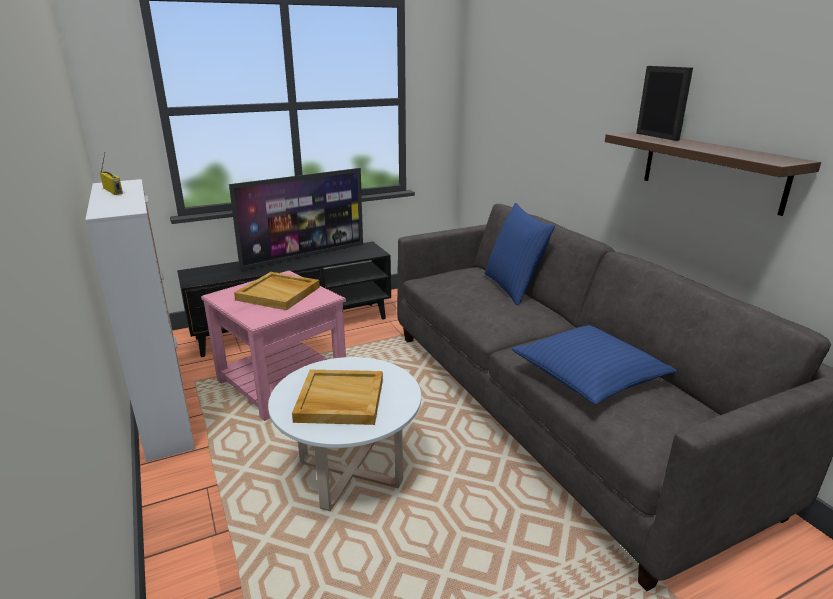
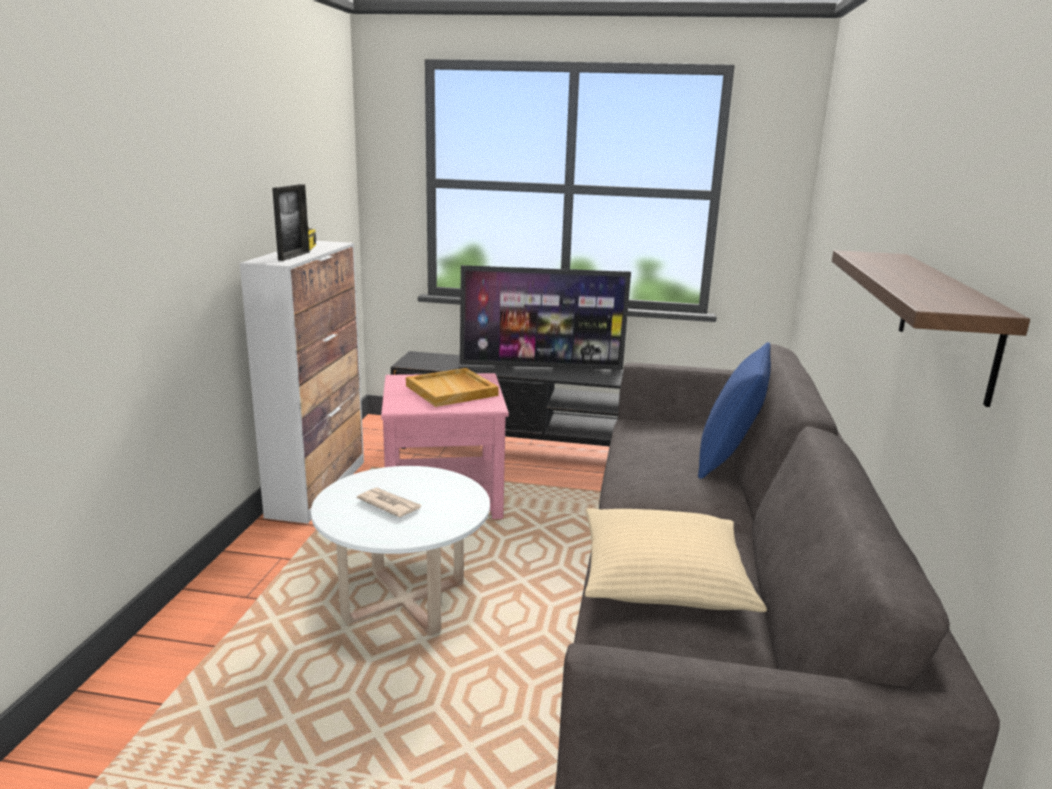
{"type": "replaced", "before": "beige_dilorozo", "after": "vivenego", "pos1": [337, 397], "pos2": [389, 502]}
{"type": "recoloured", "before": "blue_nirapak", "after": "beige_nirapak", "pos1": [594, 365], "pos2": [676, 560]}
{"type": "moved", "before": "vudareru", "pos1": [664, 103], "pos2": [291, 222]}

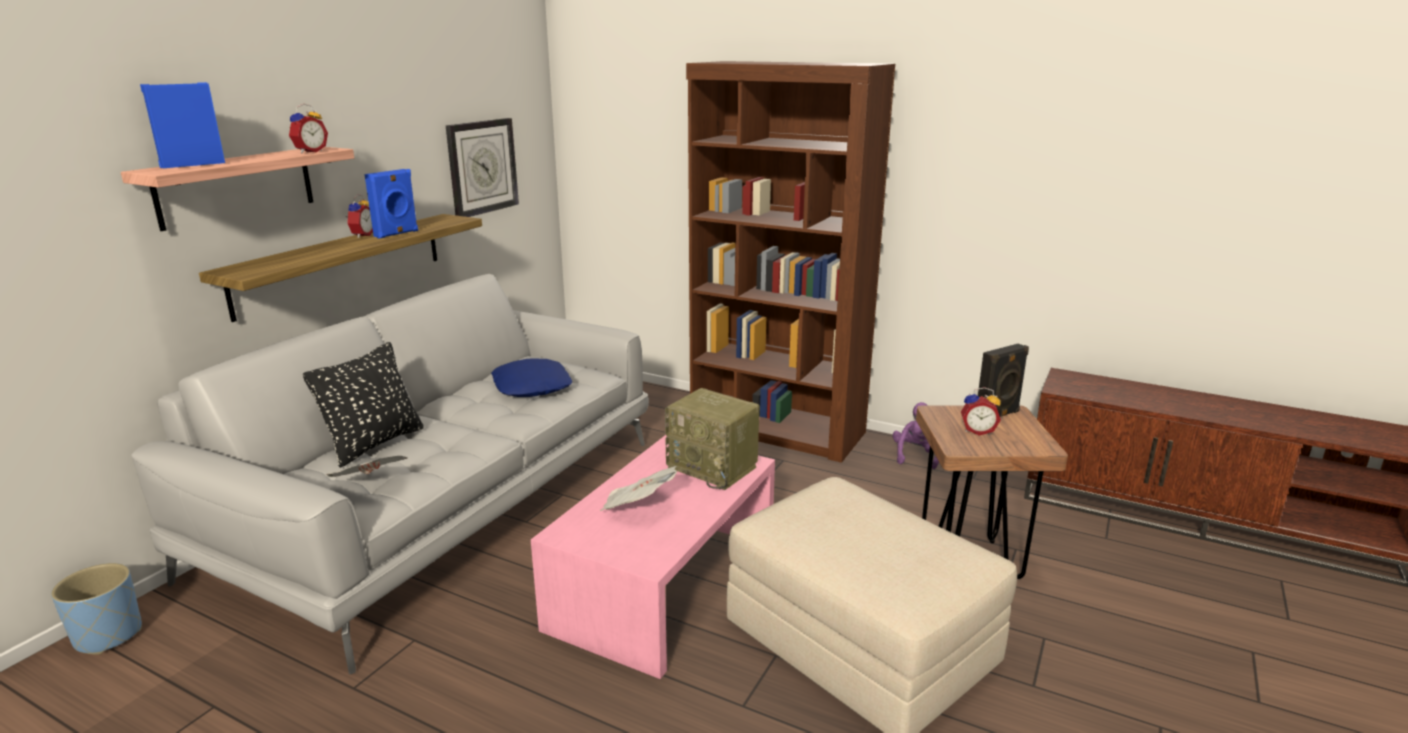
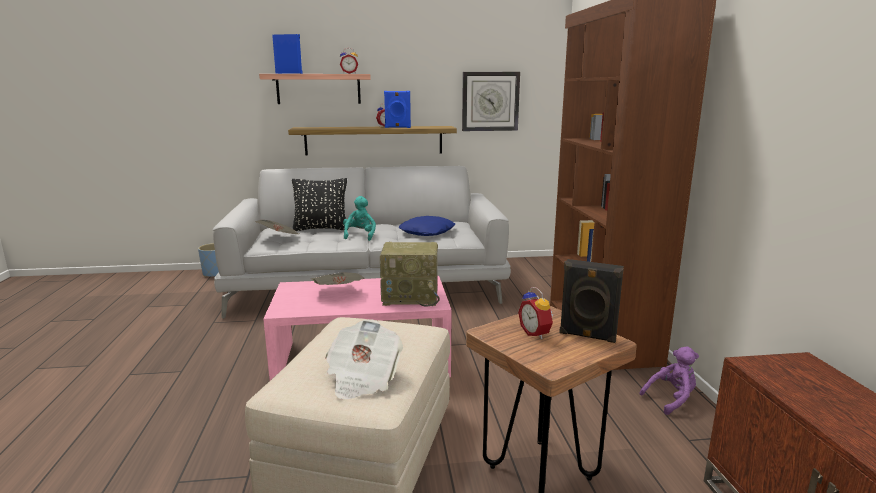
{"type": "turned", "before": "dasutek", "pos1": [712, 439], "pos2": [410, 274], "turn": -90}
{"type": "added", "after": "vivenego", "pos2": [364, 359]}
{"type": "added", "after": "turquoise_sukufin", "pos2": [359, 218]}

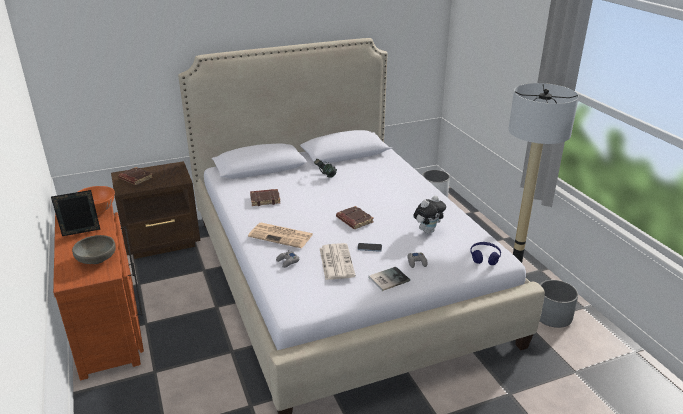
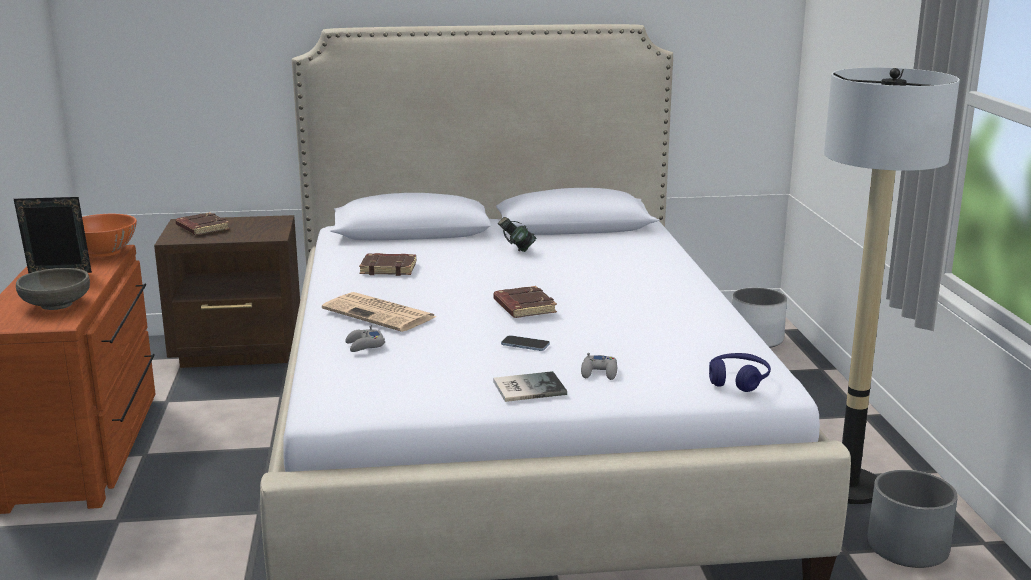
{"type": "removed", "before": "vivenego", "pos1": [337, 261]}
{"type": "removed", "before": "sukufin", "pos1": [429, 215]}

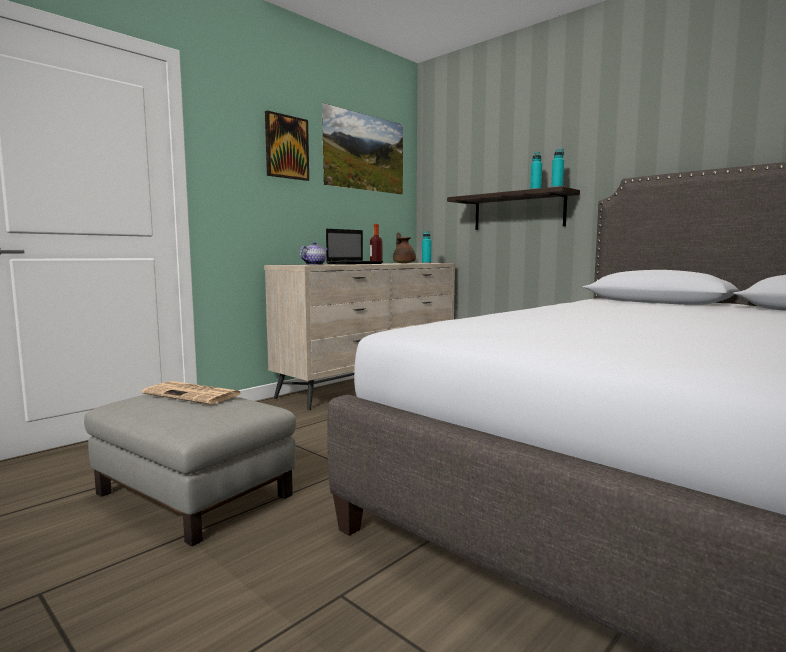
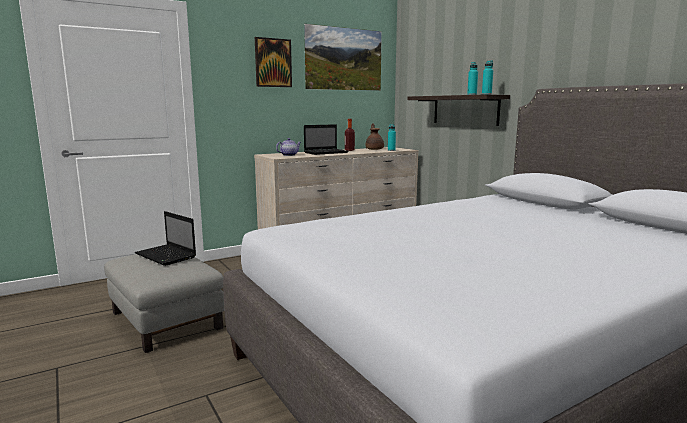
{"type": "replaced", "before": "vivenego", "after": "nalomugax", "pos1": [191, 392], "pos2": [165, 238]}

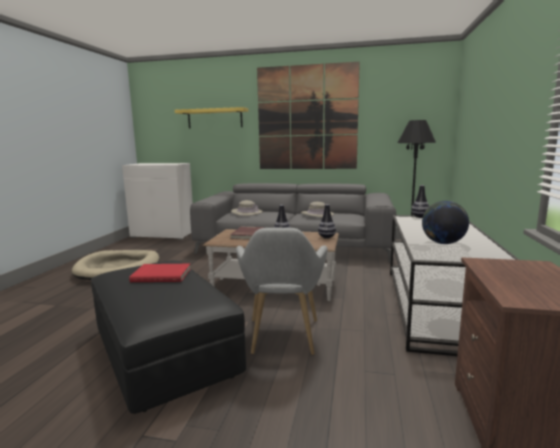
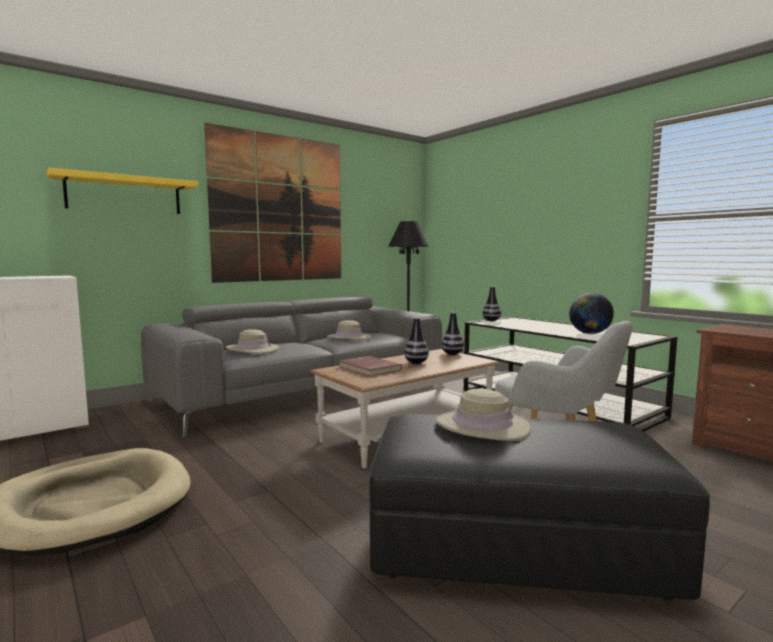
{"type": "replaced", "before": "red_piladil", "after": "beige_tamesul", "pos1": [159, 273], "pos2": [483, 415]}

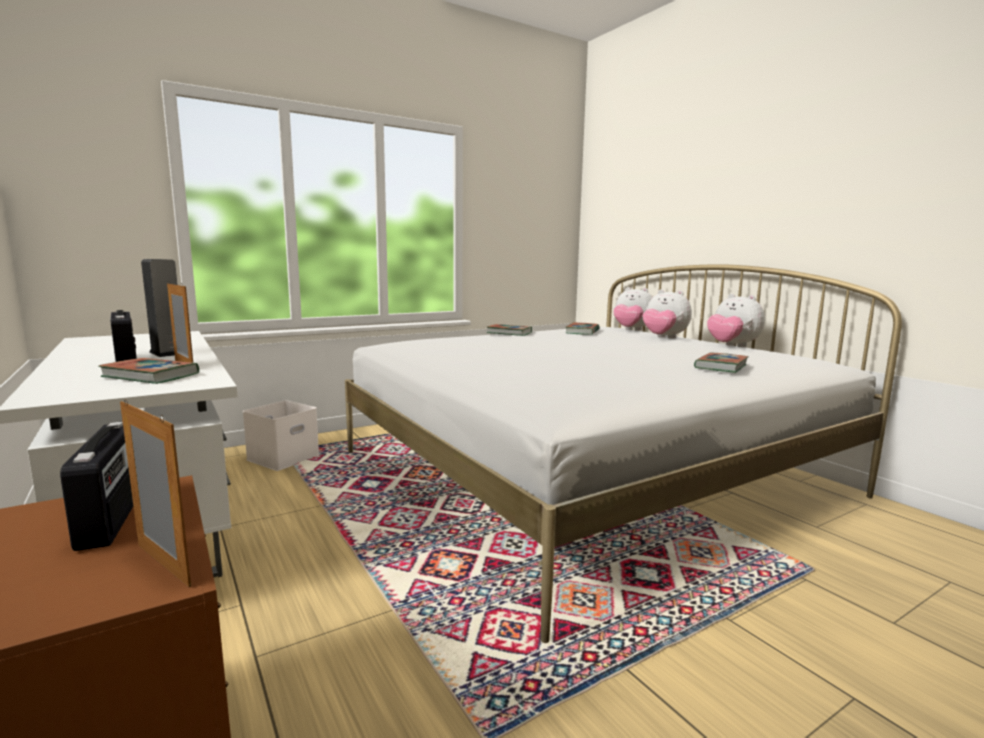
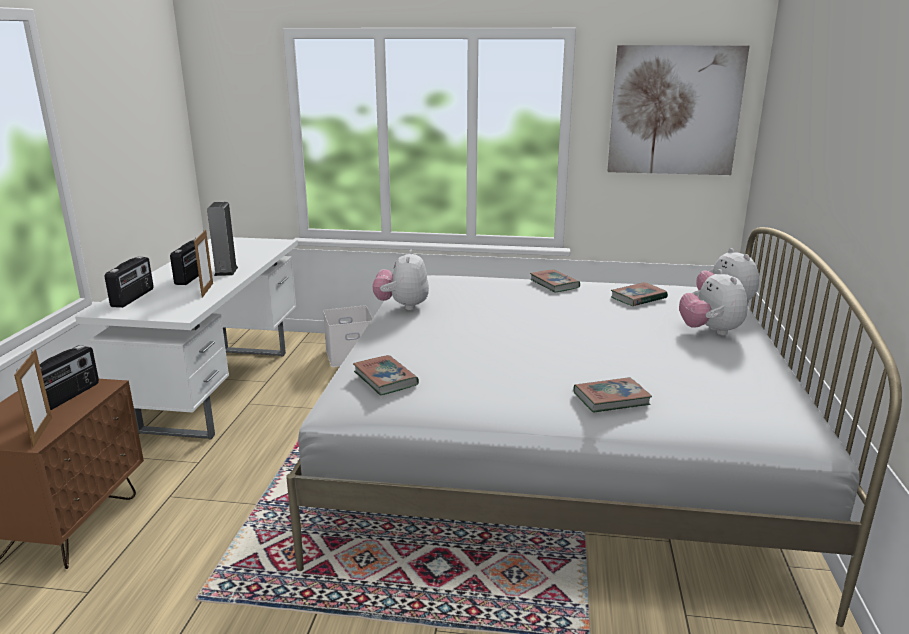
{"type": "moved", "before": "piladil", "pos1": [148, 371], "pos2": [386, 375]}
{"type": "moved", "before": "sukufin", "pos1": [736, 320], "pos2": [401, 280]}
{"type": "added", "after": "dasutek", "pos2": [129, 282]}
{"type": "added", "after": "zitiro", "pos2": [679, 110]}

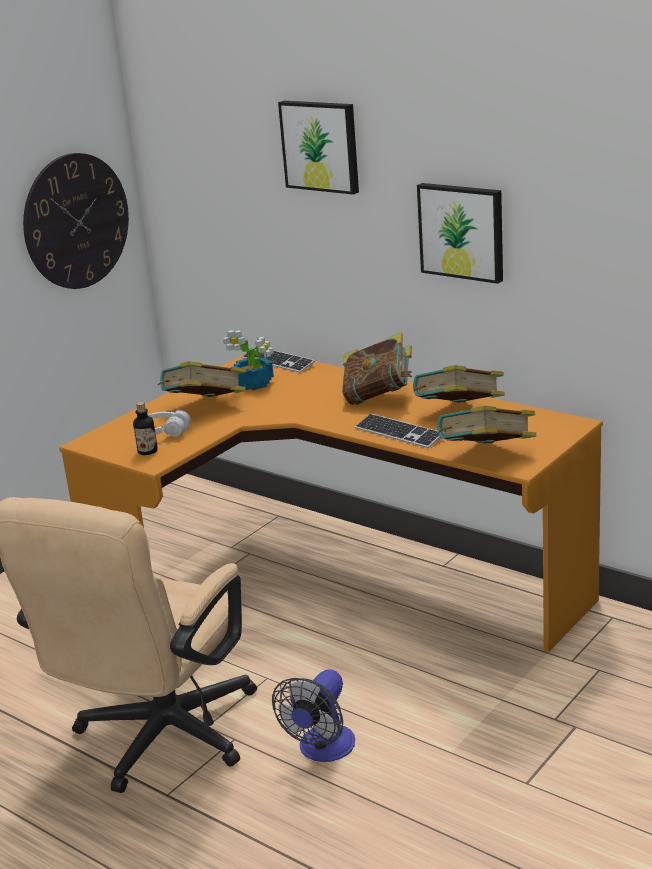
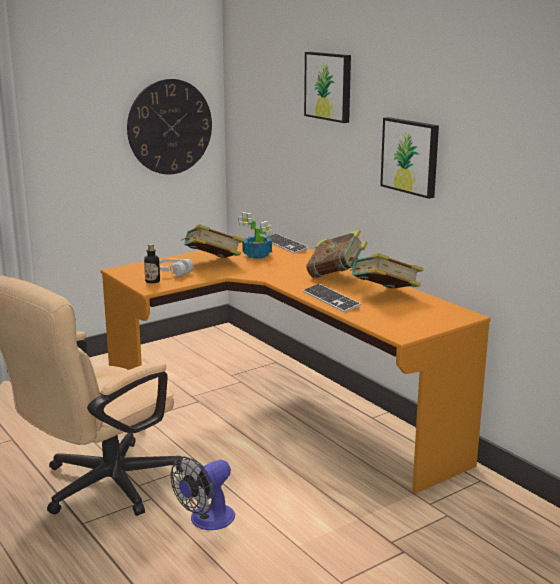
{"type": "removed", "before": "piladil", "pos1": [486, 424]}

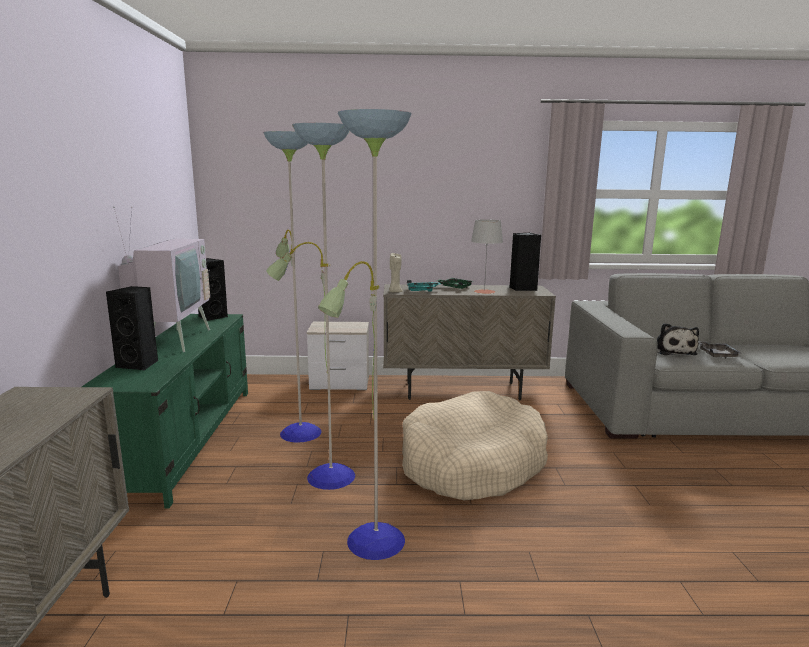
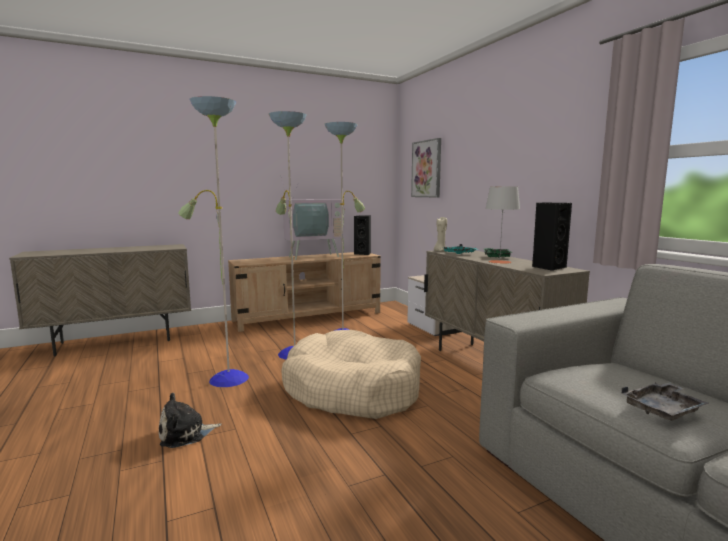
{"type": "recoloured", "before": "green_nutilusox", "after": "beige_nutilusox", "pos1": [165, 411], "pos2": [304, 292]}
{"type": "removed", "before": "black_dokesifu", "pos1": [132, 328]}
{"type": "moved", "before": "sukufin", "pos1": [677, 339], "pos2": [190, 420]}
{"type": "added", "after": "zitiro", "pos2": [426, 167]}

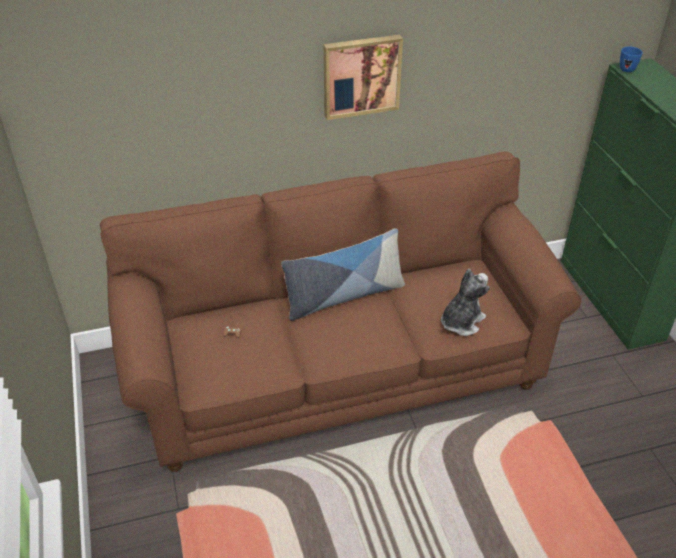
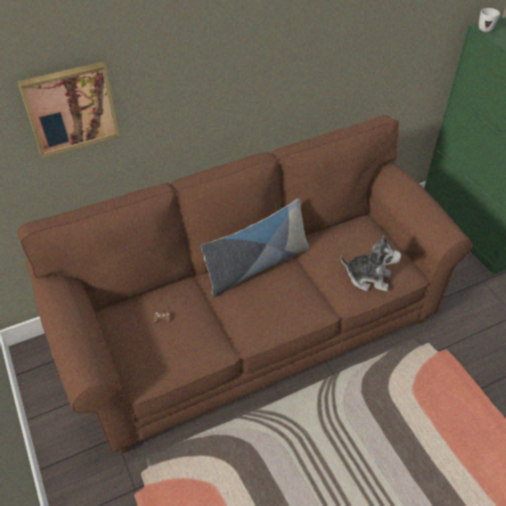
{"type": "moved", "before": "zitiro", "pos1": [363, 77], "pos2": [68, 110]}
{"type": "turned", "before": "sukufin", "pos1": [465, 302], "pos2": [371, 263], "turn": 75}
{"type": "recoloured", "before": "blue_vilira", "after": "white_vilira", "pos1": [631, 59], "pos2": [489, 20]}

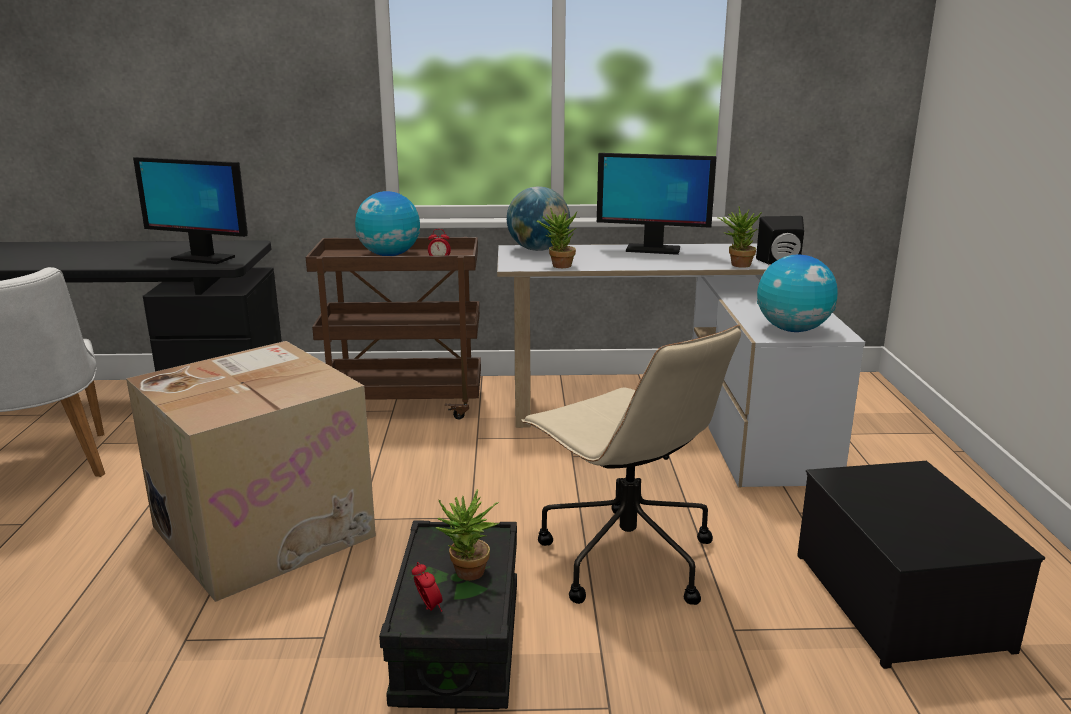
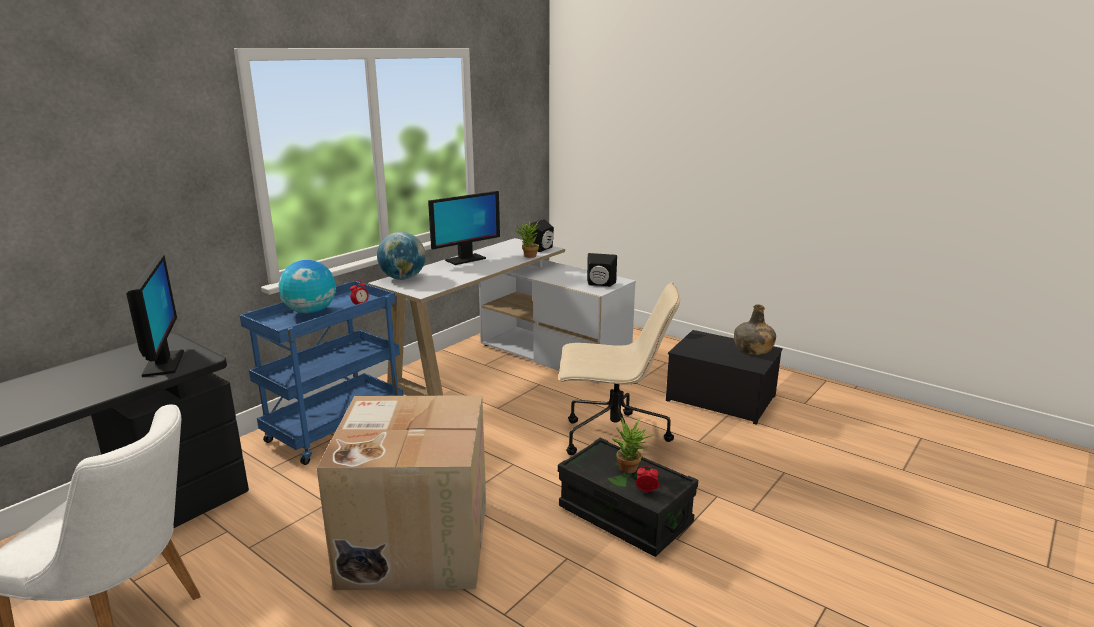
{"type": "turned", "before": "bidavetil", "pos1": [190, 210], "pos2": [155, 316], "turn": -75}
{"type": "recoloured", "before": "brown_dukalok", "after": "blue_dukalok", "pos1": [393, 328], "pos2": [321, 373]}
{"type": "removed", "before": "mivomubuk", "pos1": [557, 237]}
{"type": "replaced", "before": "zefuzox", "after": "black_dokesifu", "pos1": [797, 293], "pos2": [602, 270]}
{"type": "added", "after": "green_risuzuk", "pos2": [755, 329]}

